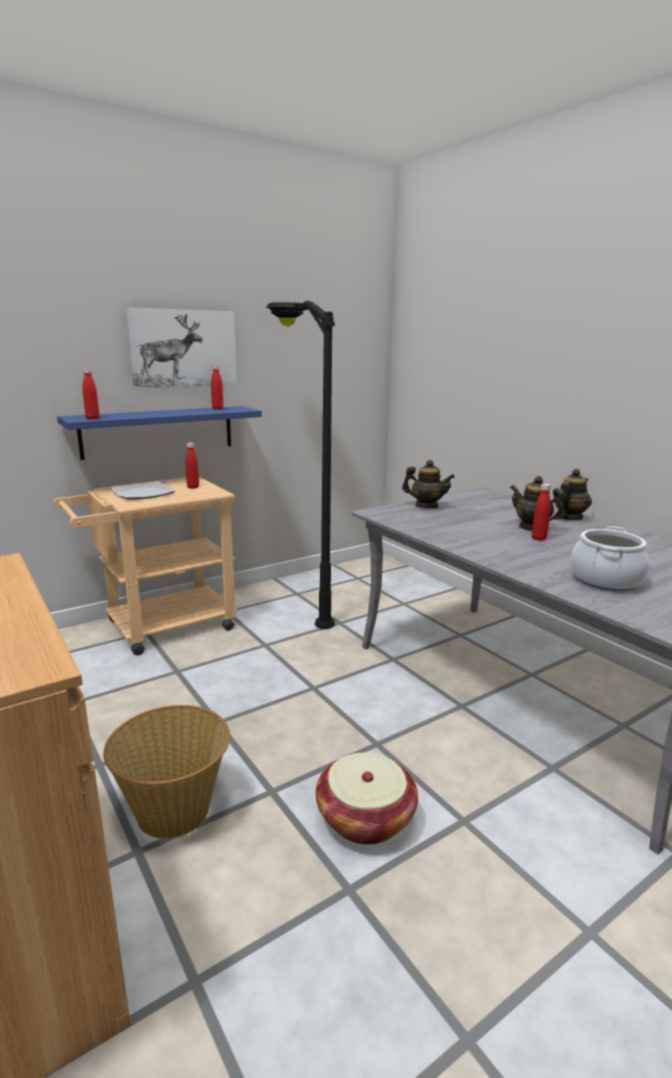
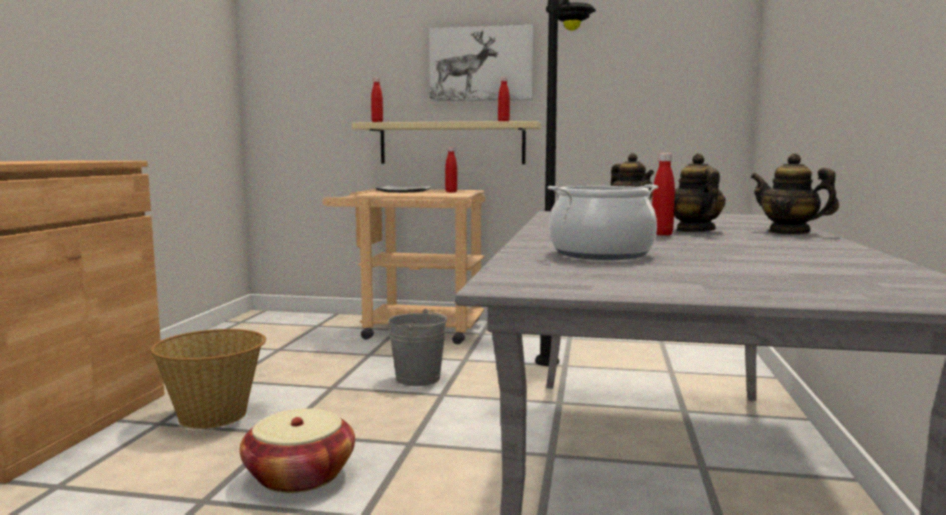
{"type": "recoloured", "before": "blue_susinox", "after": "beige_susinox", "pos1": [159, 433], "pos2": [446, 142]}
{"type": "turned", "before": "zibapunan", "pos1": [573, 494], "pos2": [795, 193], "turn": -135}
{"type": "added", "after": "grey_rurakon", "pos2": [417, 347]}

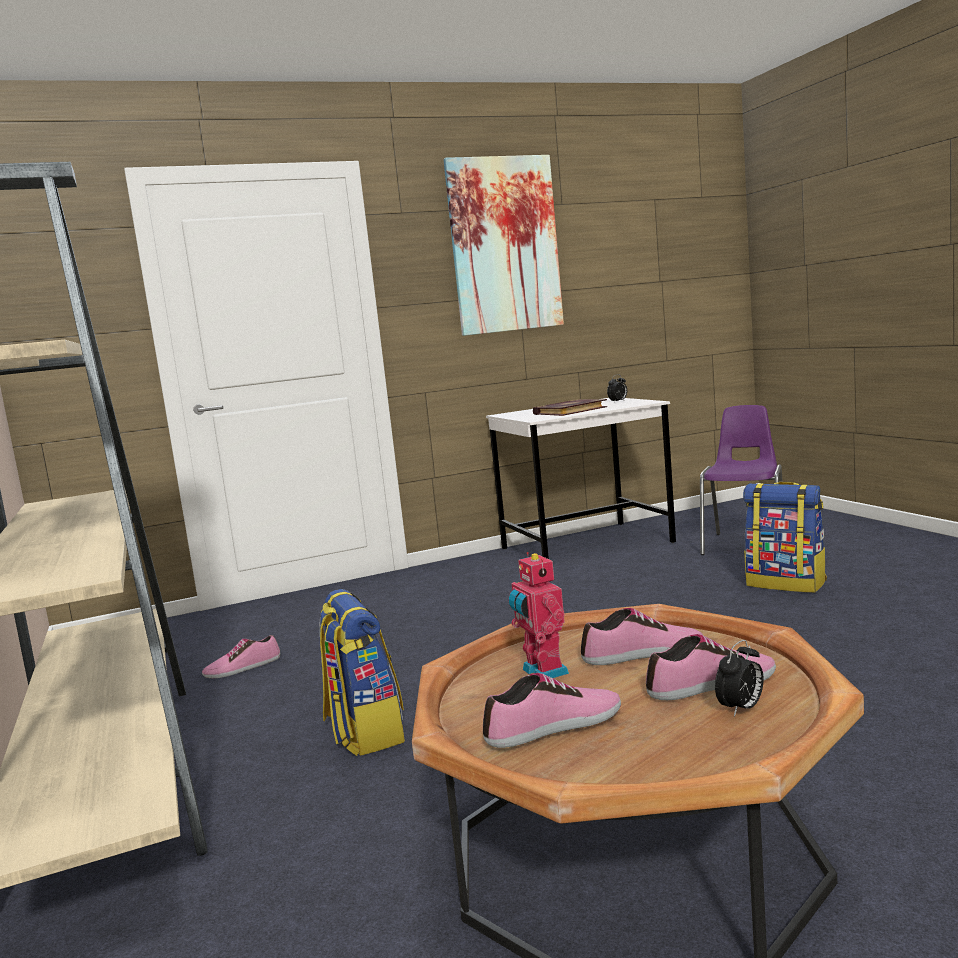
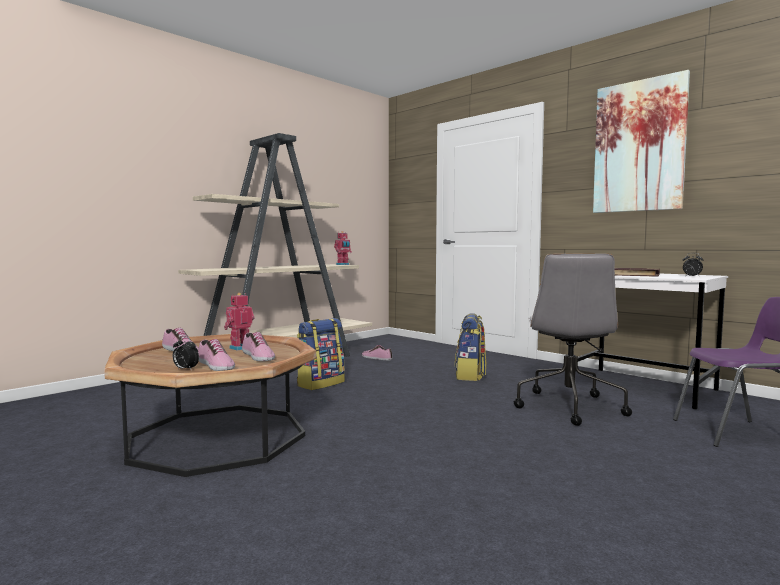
{"type": "moved", "before": "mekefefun", "pos1": [785, 537], "pos2": [471, 347]}
{"type": "added", "after": "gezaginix", "pos2": [343, 248]}
{"type": "added", "after": "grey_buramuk", "pos2": [573, 340]}

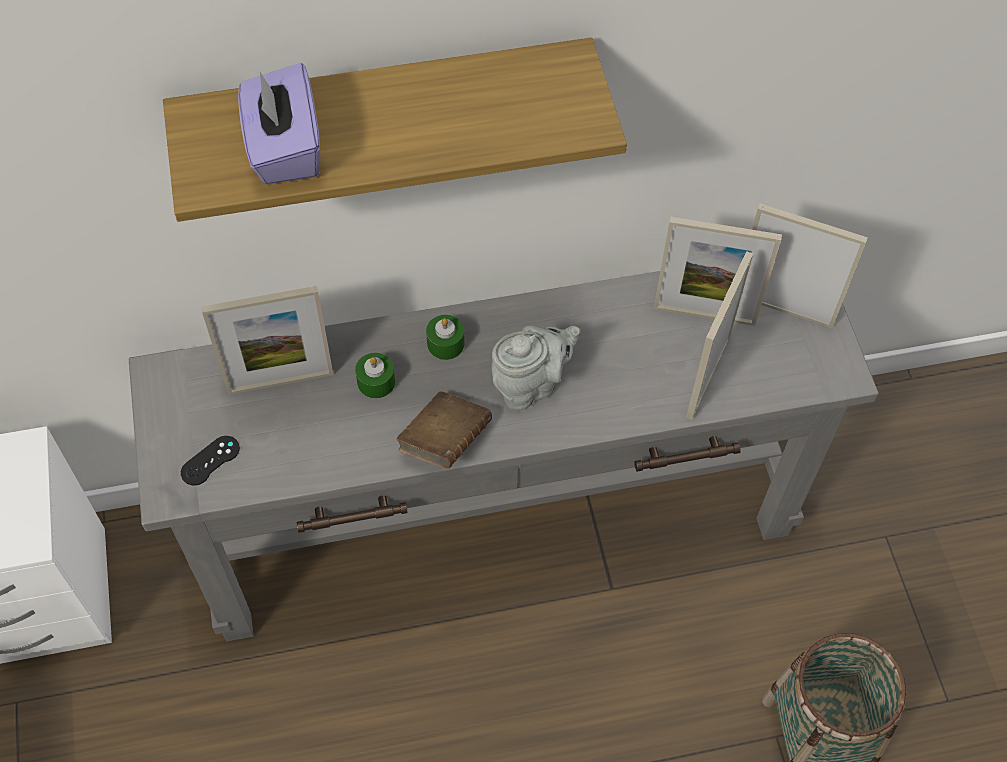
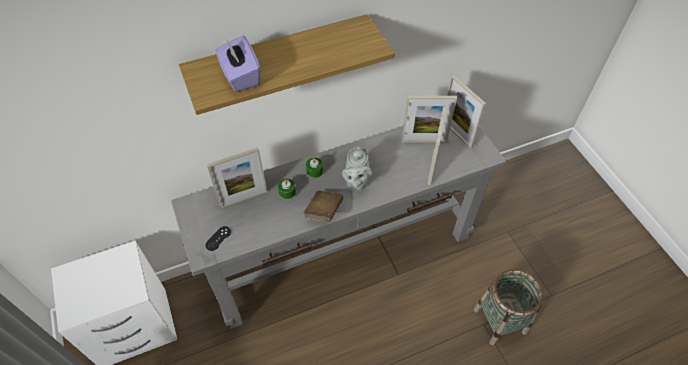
{"type": "turned", "before": "grey_zibapunan", "pos1": [536, 368], "pos2": [357, 168], "turn": 135}
{"type": "turned", "before": "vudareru", "pos1": [810, 266], "pos2": [466, 112], "turn": -135}

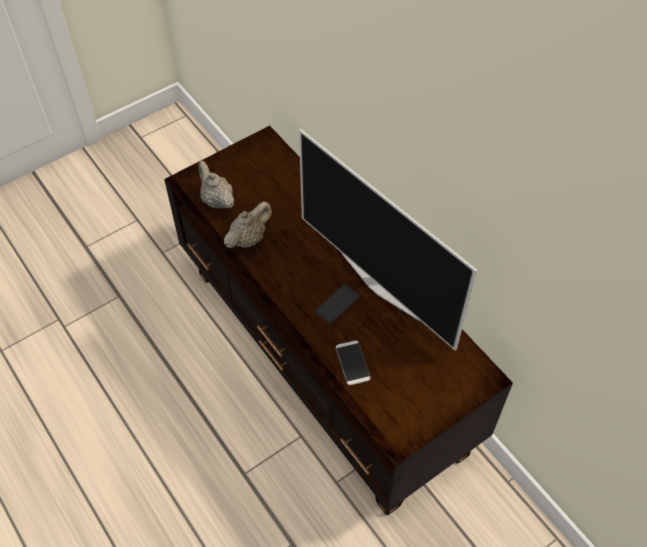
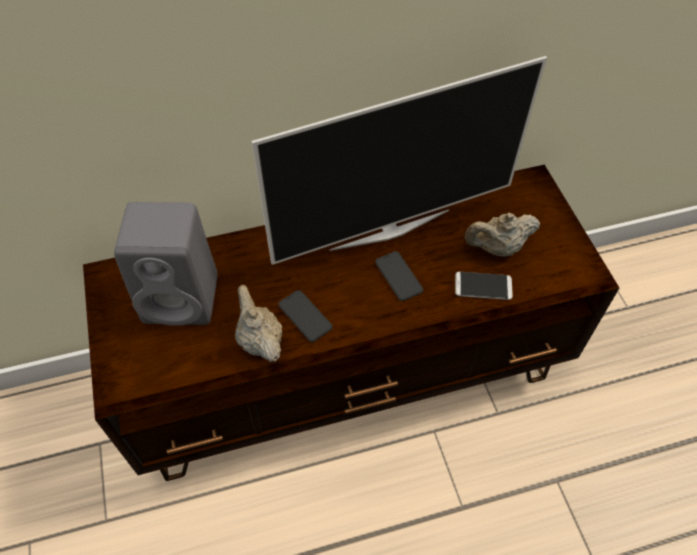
{"type": "moved", "before": "beige_zibapunan", "pos1": [216, 185], "pos2": [502, 235]}
{"type": "added", "after": "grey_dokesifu", "pos2": [166, 264]}
{"type": "added", "after": "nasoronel", "pos2": [305, 316]}

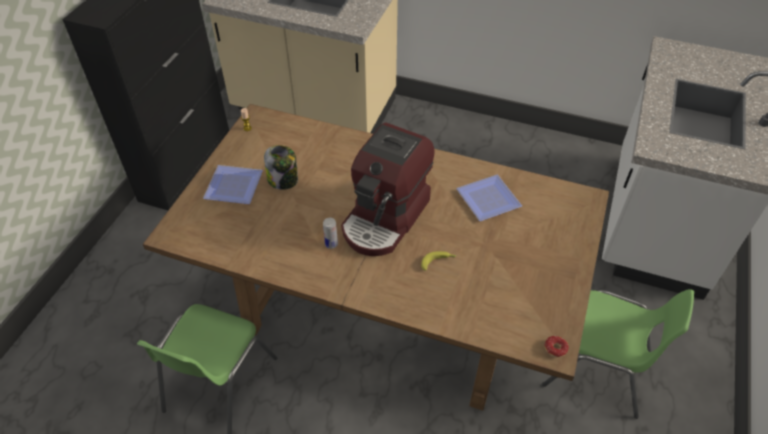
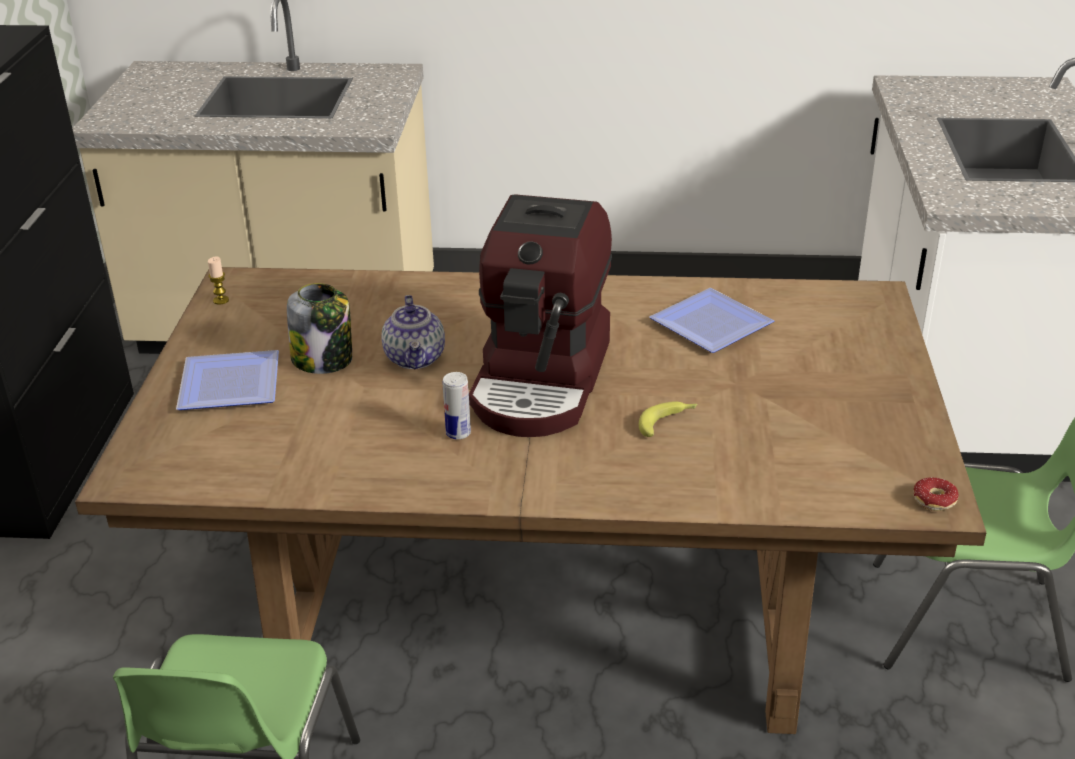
{"type": "added", "after": "zibapunan", "pos2": [413, 332]}

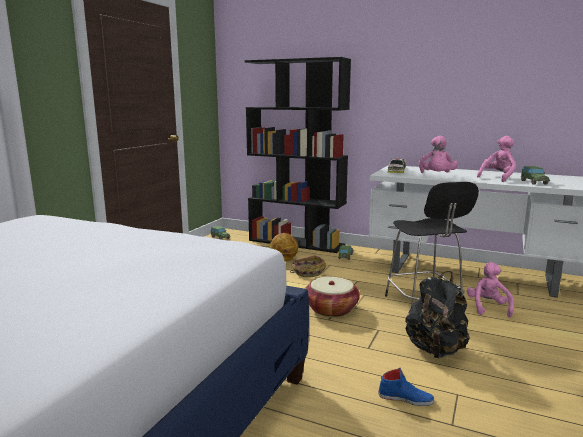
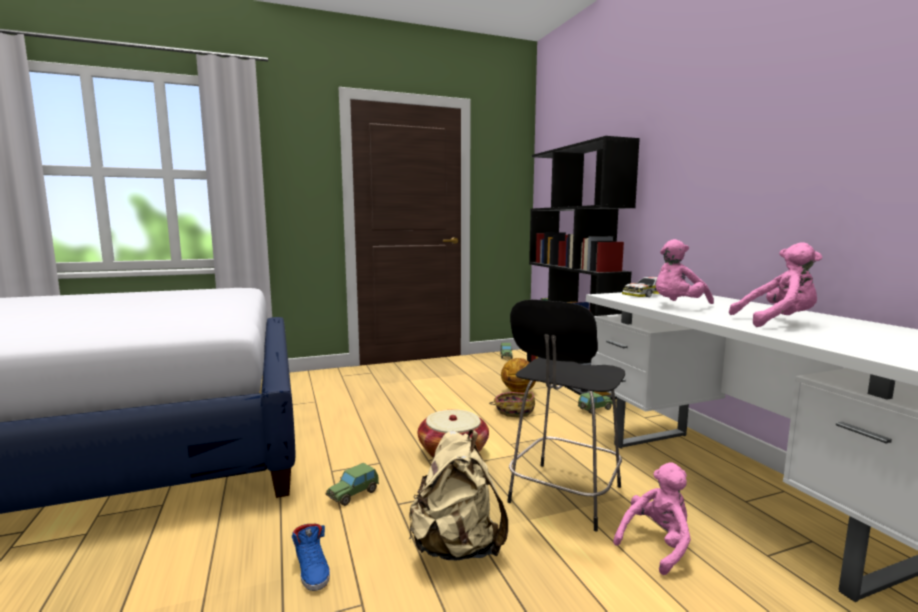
{"type": "recoloured", "before": "black_mekefefun", "after": "beige_mekefefun", "pos1": [437, 314], "pos2": [458, 495]}
{"type": "moved", "before": "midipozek", "pos1": [535, 175], "pos2": [352, 484]}

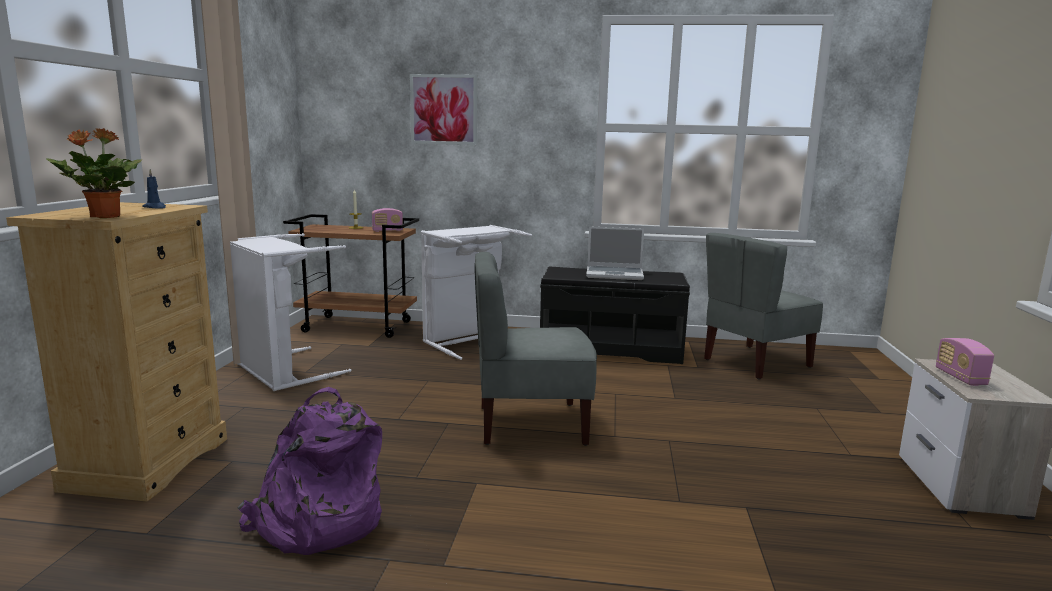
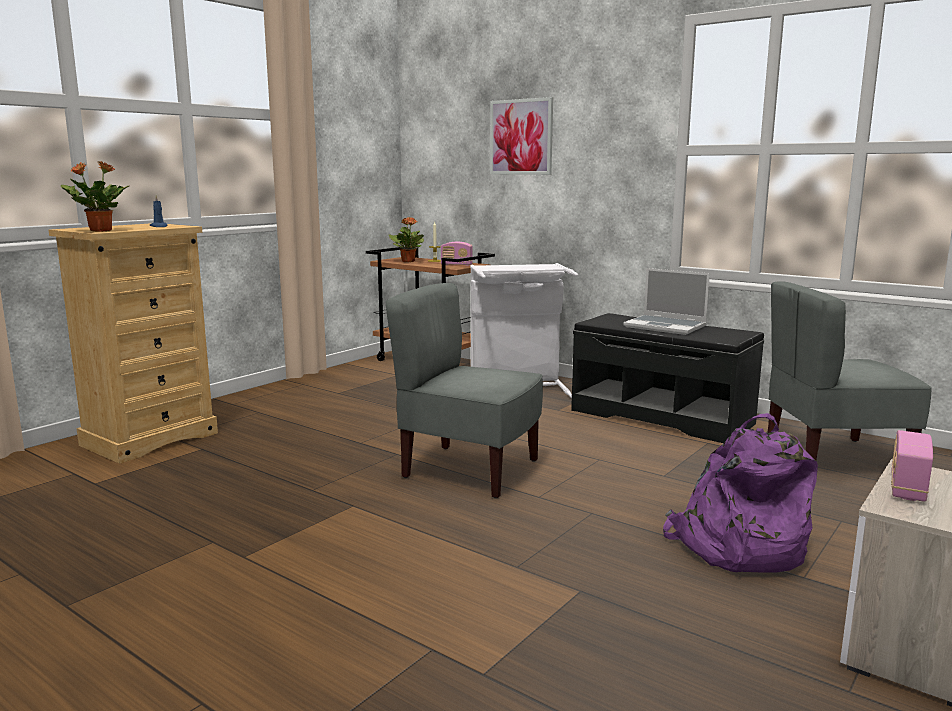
{"type": "removed", "before": "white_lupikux", "pos1": [291, 312]}
{"type": "moved", "before": "purple_mekefefun", "pos1": [310, 471], "pos2": [740, 492]}
{"type": "added", "after": "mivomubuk", "pos2": [406, 239]}

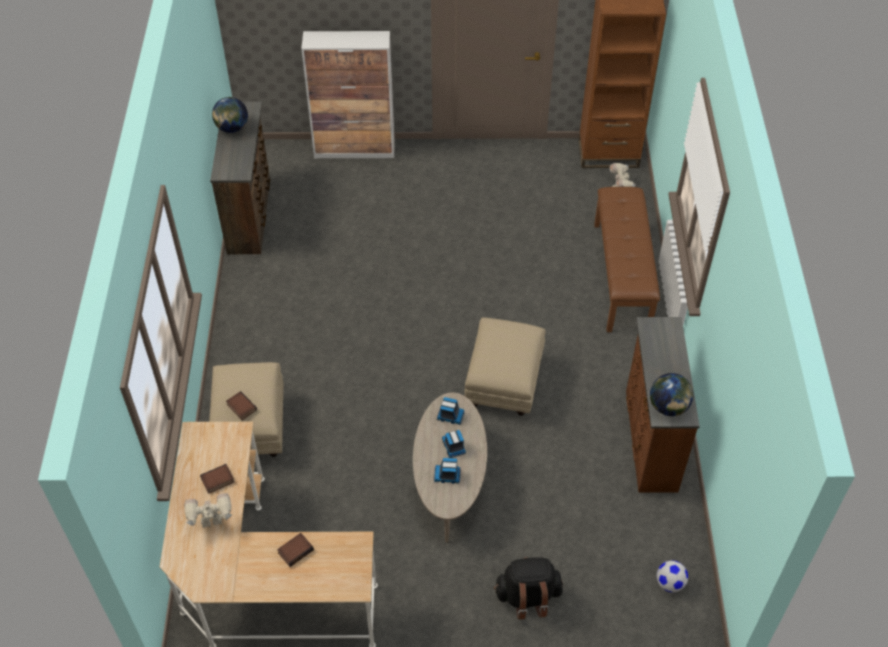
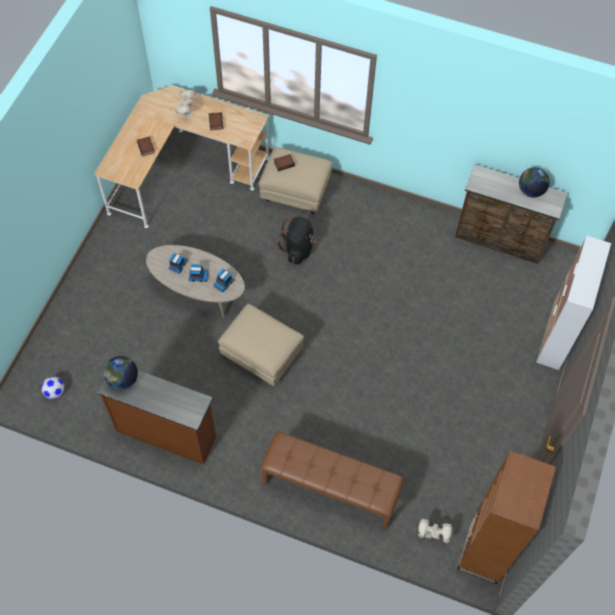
{"type": "moved", "before": "black_mekefefun", "pos1": [528, 588], "pos2": [297, 241]}

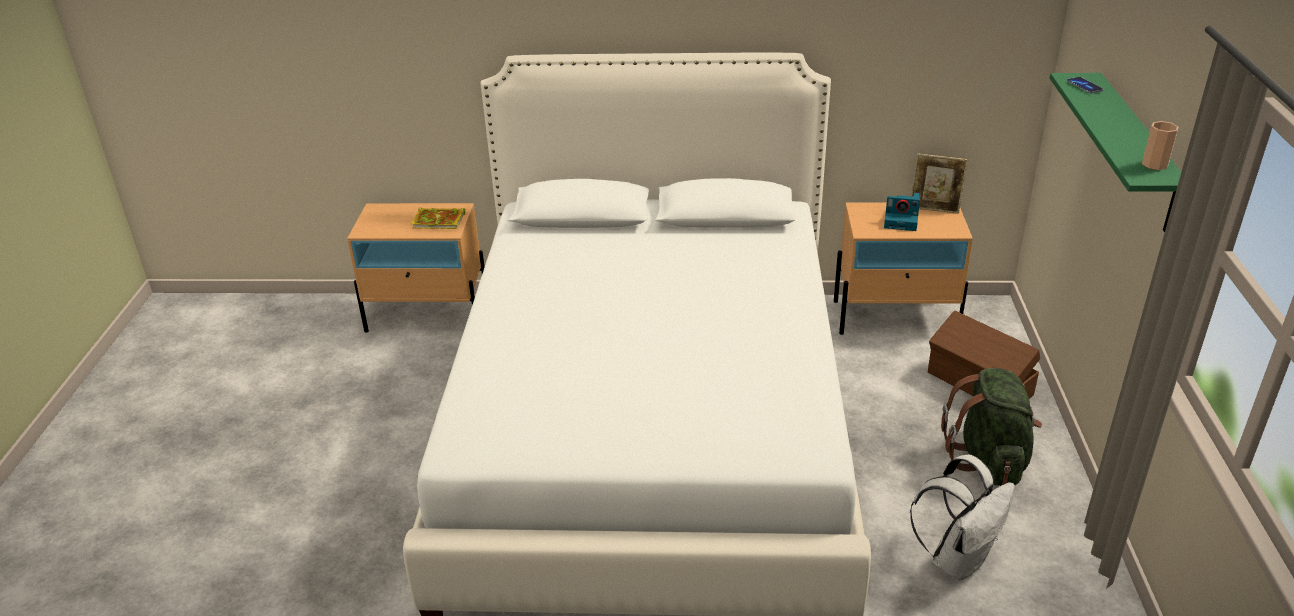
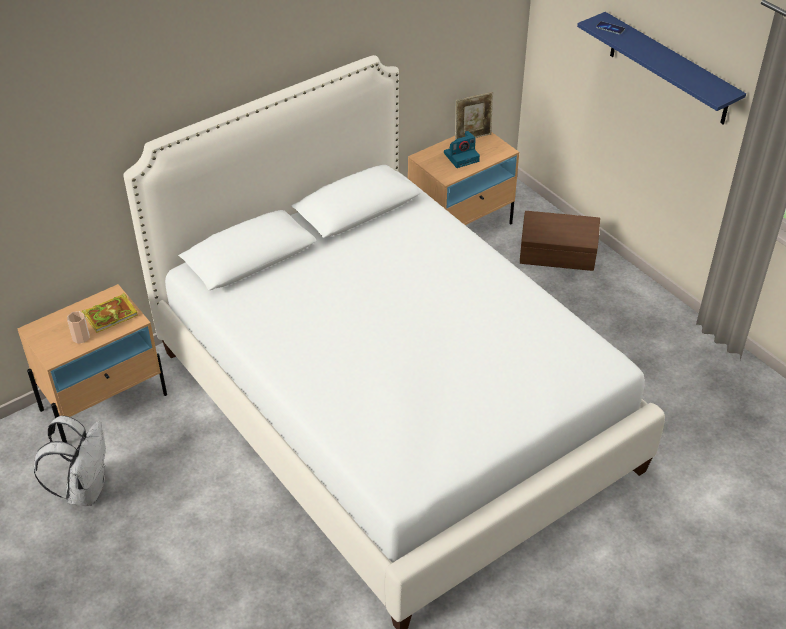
{"type": "moved", "before": "white_mekefefun", "pos1": [962, 517], "pos2": [70, 461]}
{"type": "removed", "before": "green_mekefefun", "pos1": [991, 427]}
{"type": "recoloured", "before": "green_susinox", "after": "blue_susinox", "pos1": [1115, 152], "pos2": [661, 68]}
{"type": "moved", "before": "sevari", "pos1": [1160, 145], "pos2": [78, 327]}

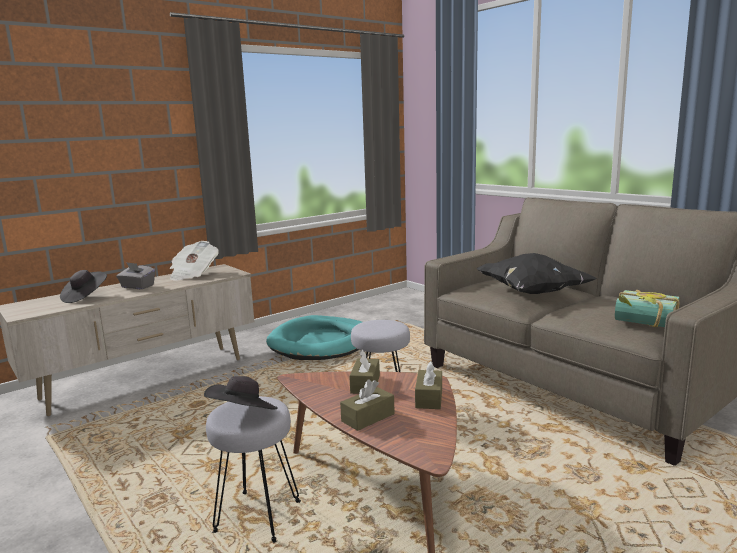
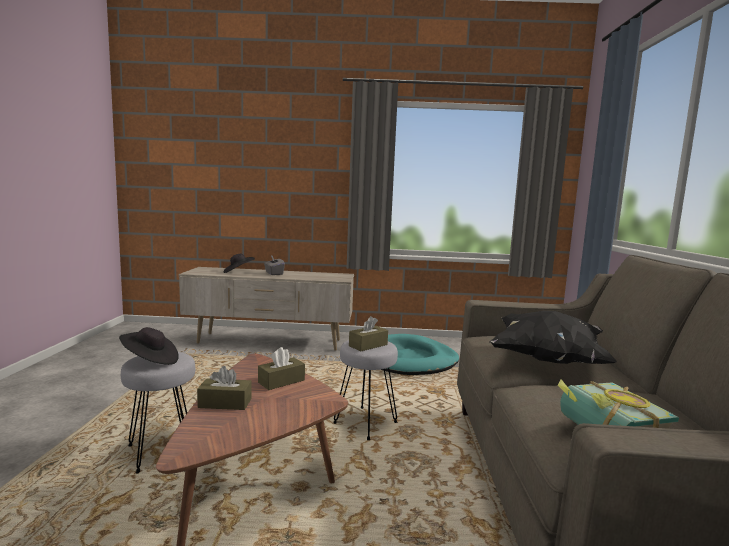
{"type": "removed", "before": "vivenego", "pos1": [194, 261]}
{"type": "moved", "before": "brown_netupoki", "pos1": [428, 385], "pos2": [368, 333]}

